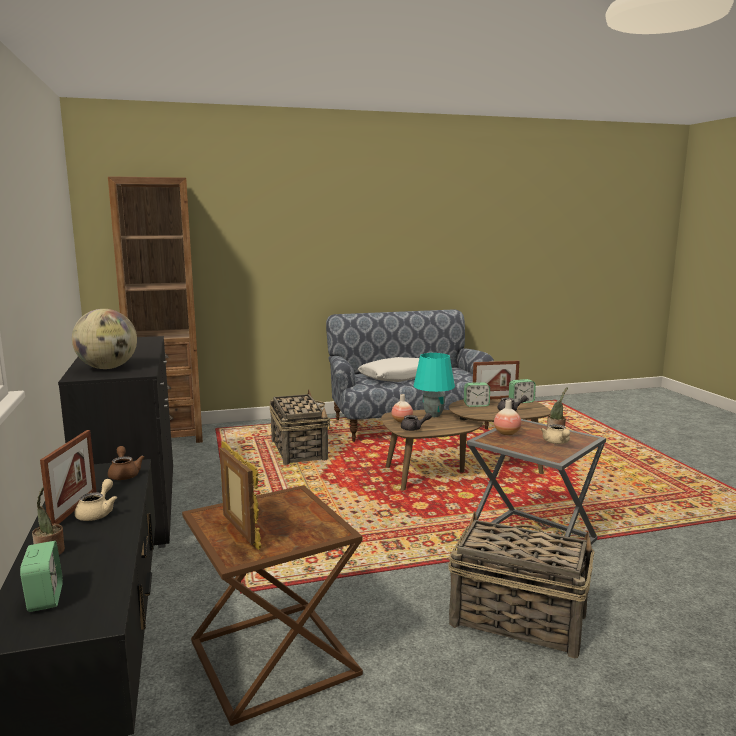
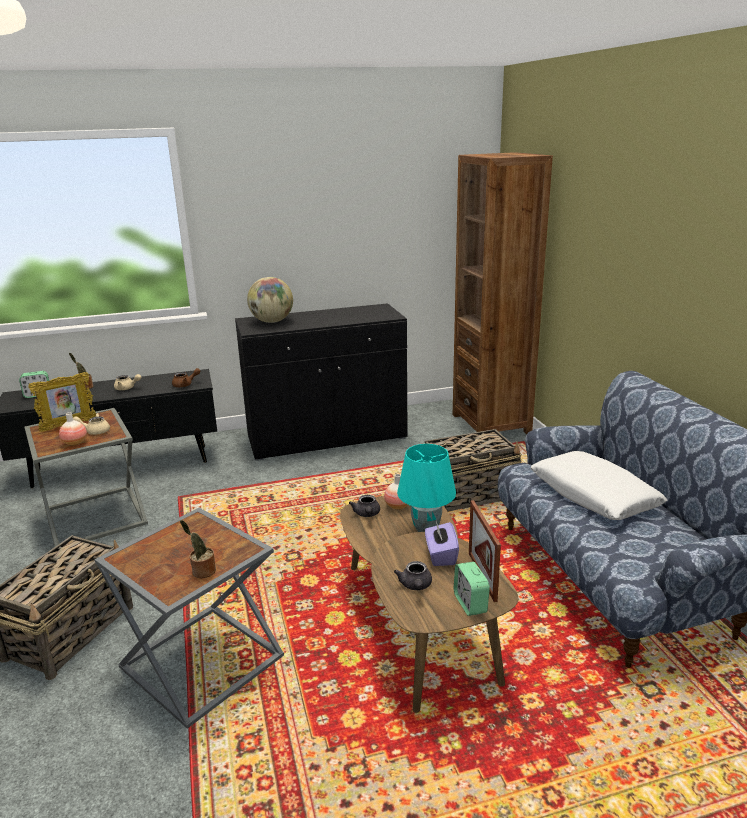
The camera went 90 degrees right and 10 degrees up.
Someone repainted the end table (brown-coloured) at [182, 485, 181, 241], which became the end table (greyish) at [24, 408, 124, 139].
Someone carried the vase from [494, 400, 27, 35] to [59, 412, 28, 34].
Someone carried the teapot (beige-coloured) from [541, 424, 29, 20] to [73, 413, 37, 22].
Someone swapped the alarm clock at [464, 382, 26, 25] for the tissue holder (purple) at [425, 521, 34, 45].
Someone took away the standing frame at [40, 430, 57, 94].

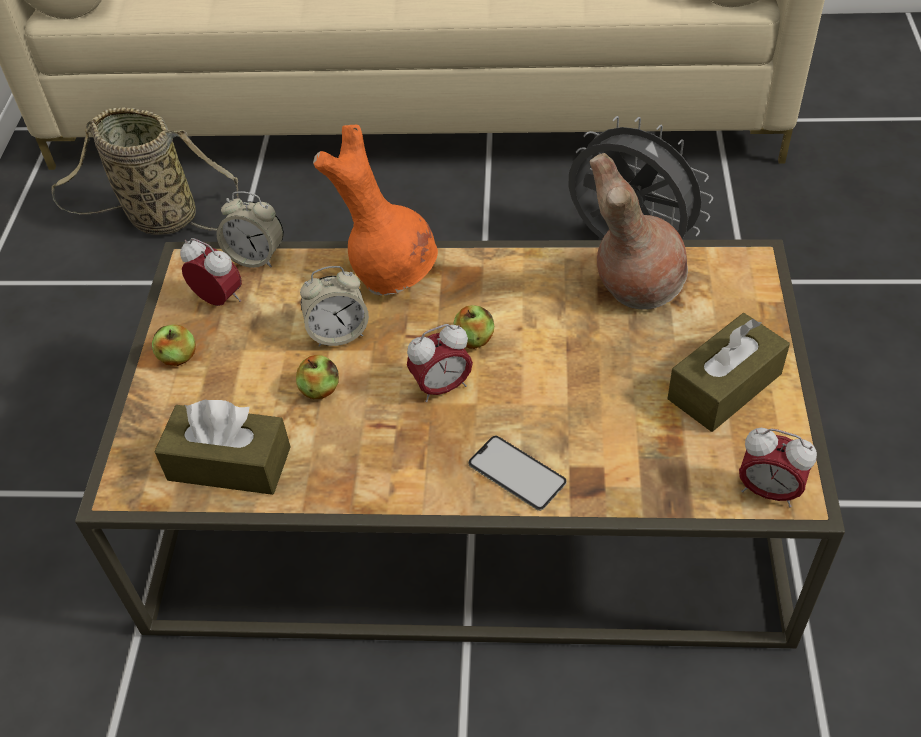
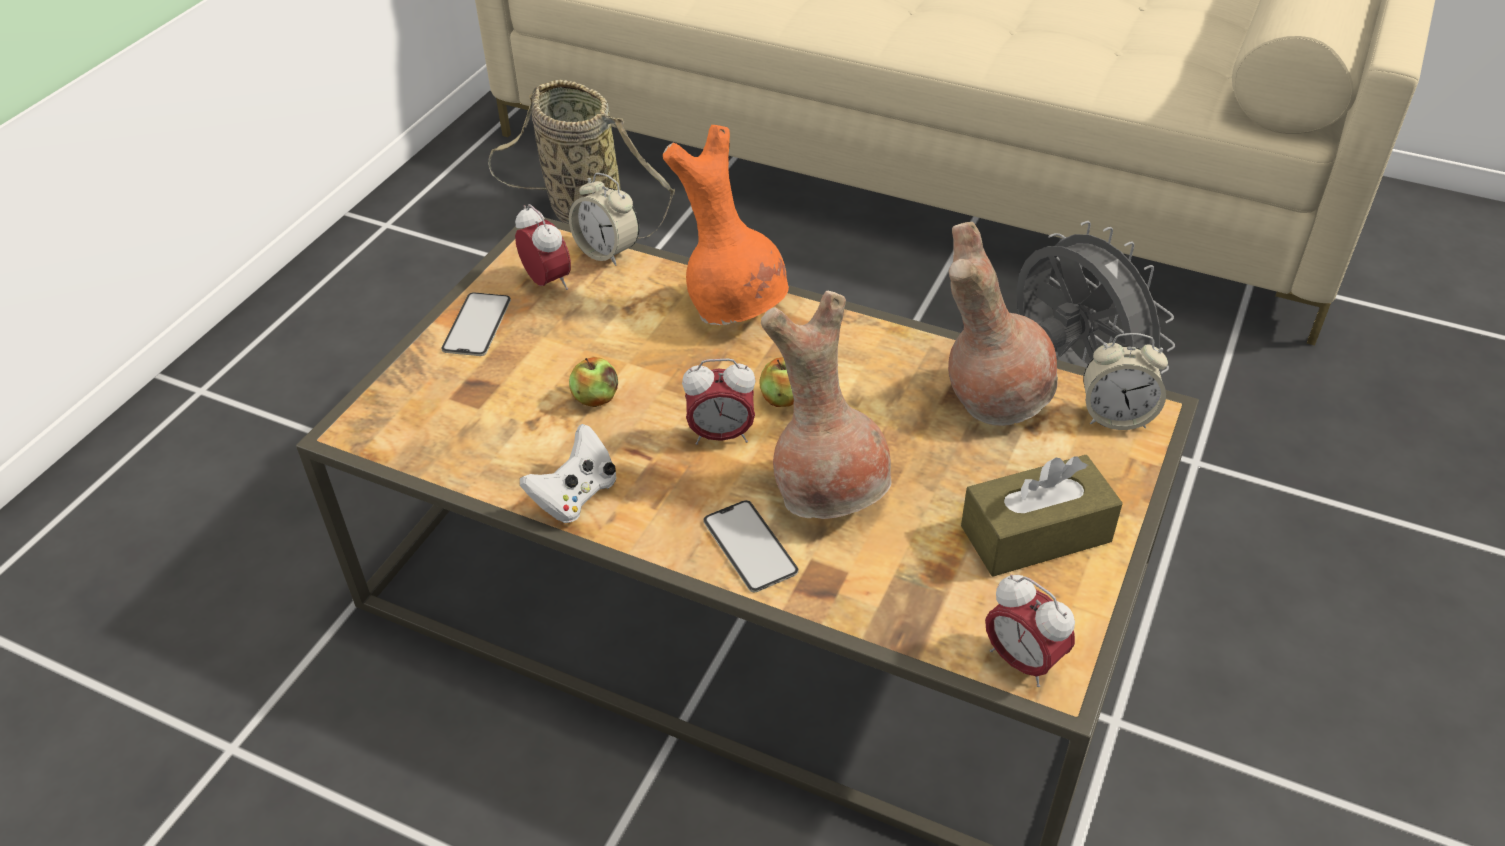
The camera went 20 degrees right and 5 degrees down.
Someone swapped the apple fruit at [152, 325, 44, 41] for the telephone at [441, 292, 70, 64].
Someone put down the gamepad (white) at [520, 424, 96, 99].
Someone put down the vase (brown-coloured) at [761, 291, 131, 228].
Someone carried the alarm clock from [300, 266, 69, 81] to [1083, 333, 85, 97].
Someone took away the tissue holder (brown-coloured) at [154, 400, 137, 95].

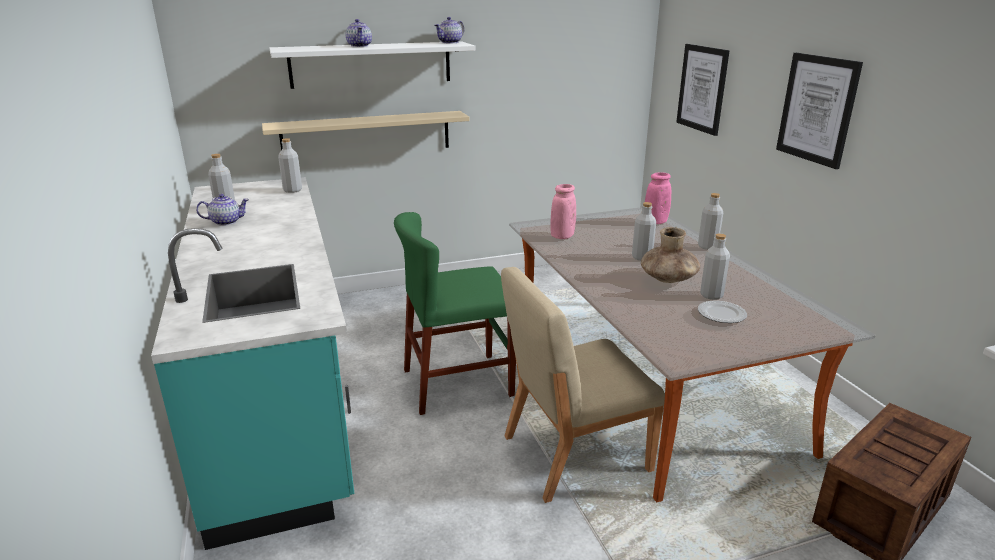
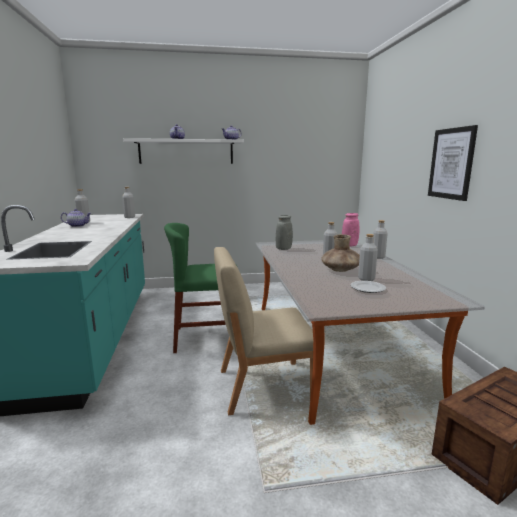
The camera went 10 degrees right and 10 degrees down.
Someone repainted the vase (pink) at [550, 184, 26, 55], which became the vase (greyish) at [276, 215, 17, 35].
Someone took away the wall shelf (beige-coloured) at [262, 111, 207, 39].
Someone took away the wall picture at [676, 44, 53, 92].

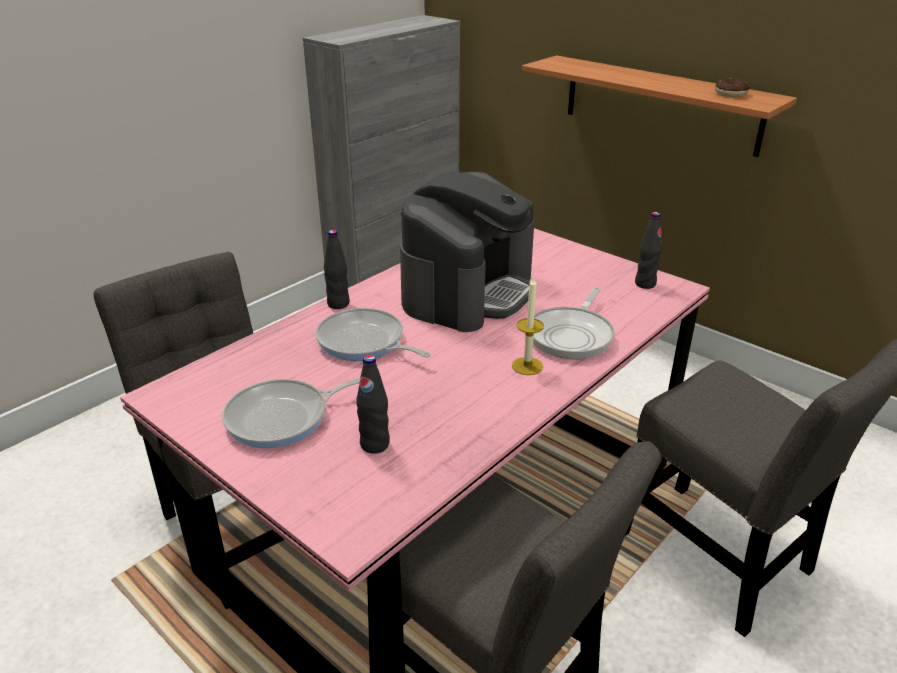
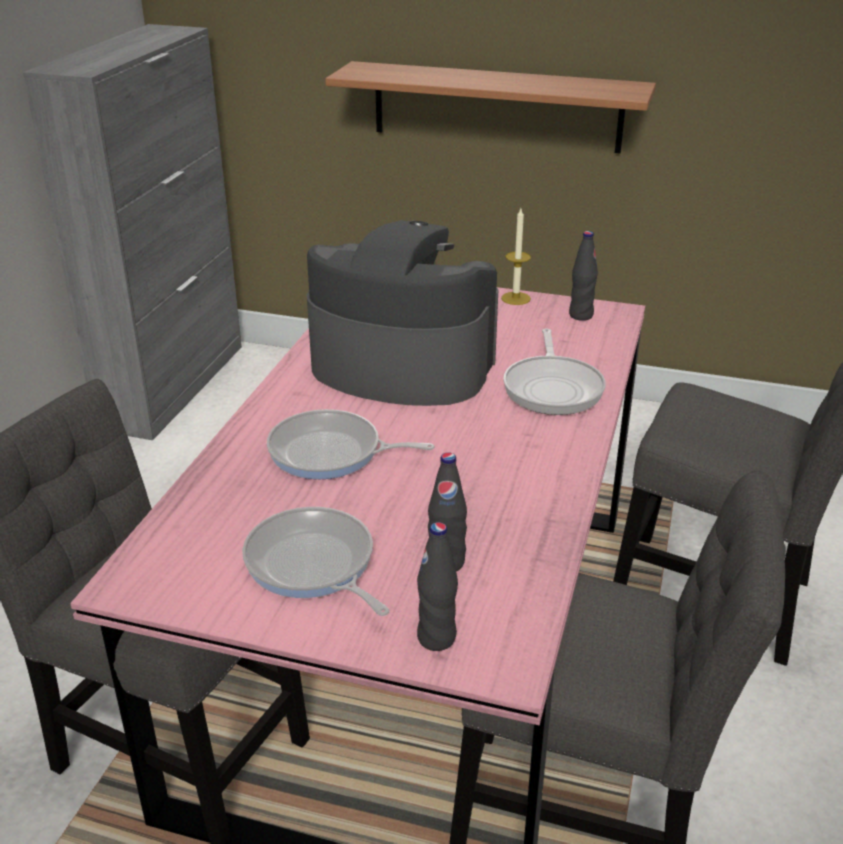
The camera went 25 degrees left and 0 degrees up.
Someone rotated the frying pan at [222, 377, 139, 71] by 105 degrees clockwise.
Someone rotated the coffee brewer at [400, 171, 134, 161] by 75 degrees counterclockwise.
Someone carried the drink bottle (black) from [324, 230, 25, 79] to [417, 522, 41, 129].
Someone carried the wax candle from [512, 276, 32, 99] to [501, 209, 30, 96].
Someone took away the ring doughnut at [715, 79, 35, 18].

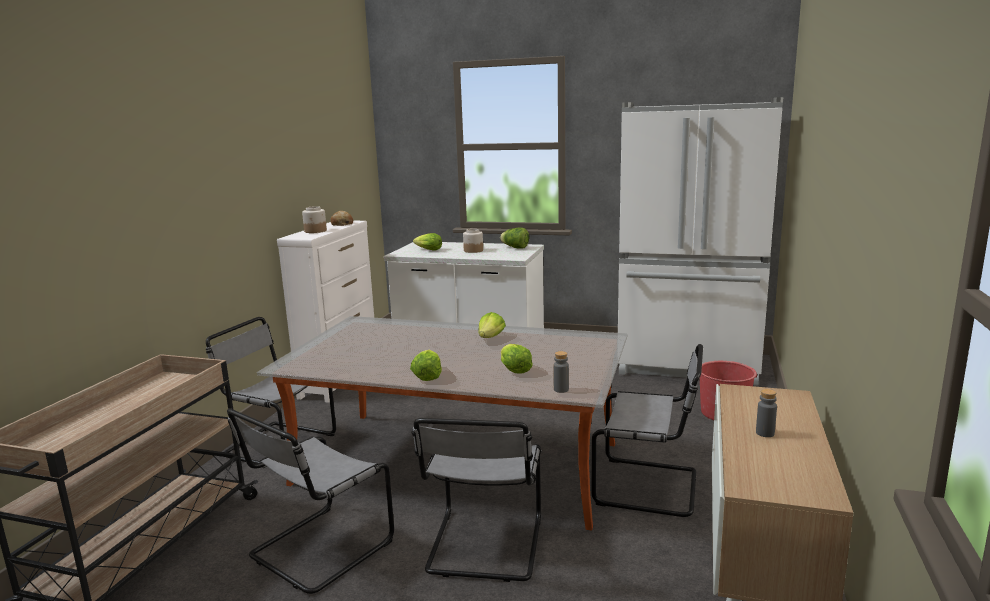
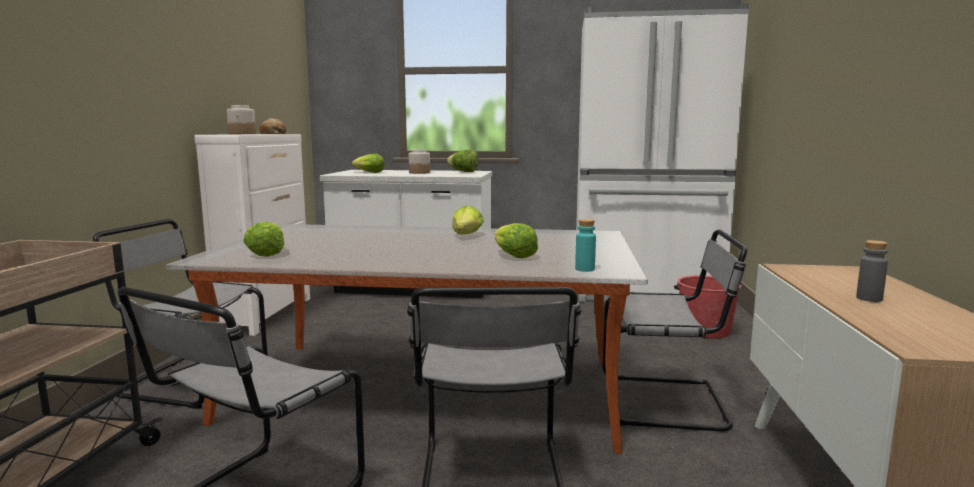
The camera went 10 degrees left and 5 degrees down.
Someone carried the lettuce head from [410, 350, 32, 31] to [243, 222, 42, 35].
Someone repainted the drink bottle (greyish) at [553, 351, 16, 42], which became the drink bottle (turquoise) at [575, 219, 21, 52].

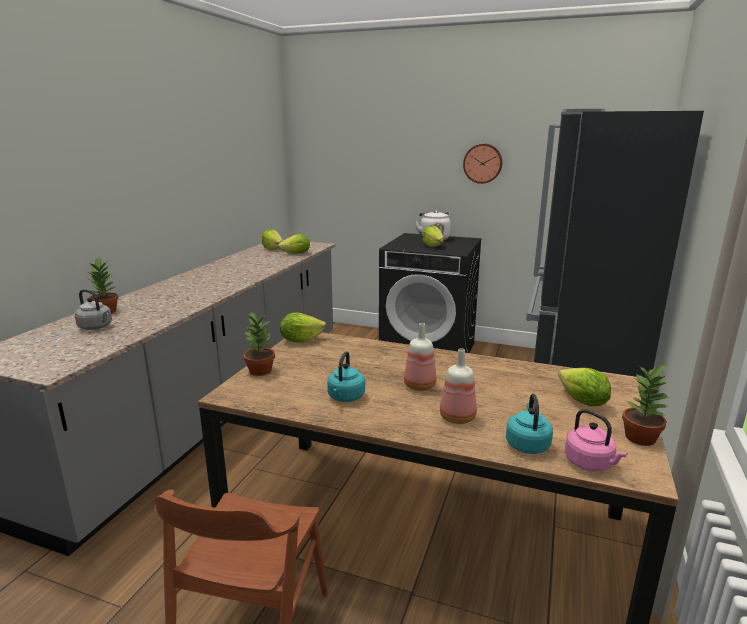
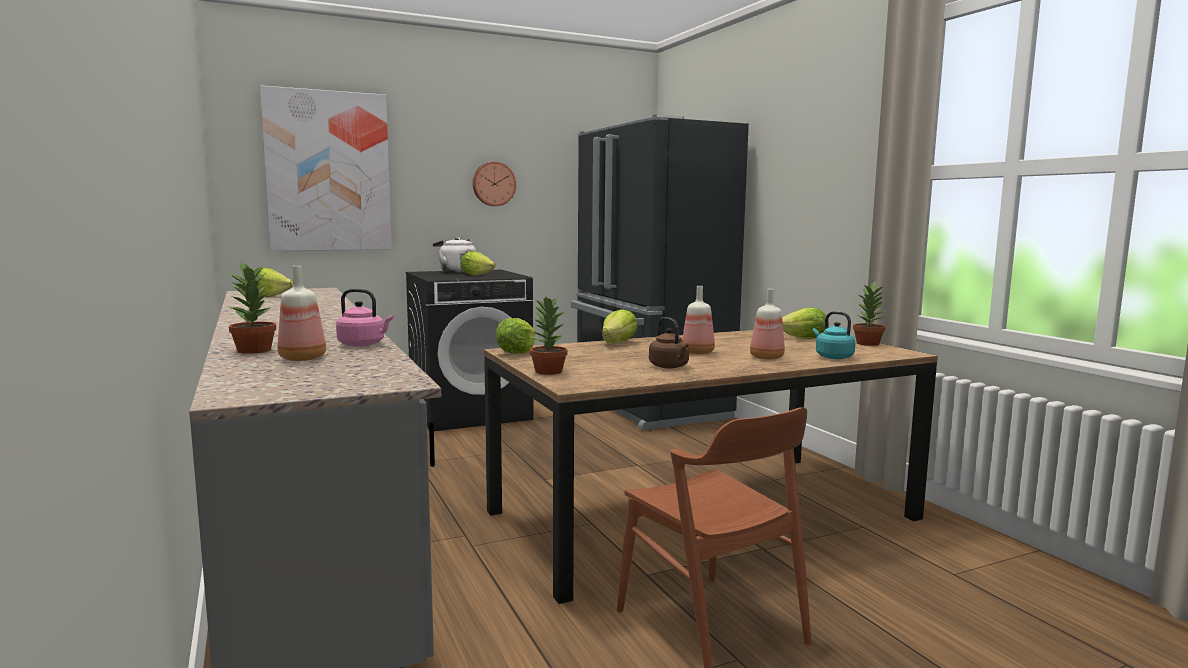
The camera went 45 degrees left and 10 degrees down.
Someone put up the wall picture at [260, 85, 132, 166].
Someone swapped the kettle (greyish) at [75, 289, 37, 41] for the drink bottle at [278, 266, 48, 95].
Someone carried the kettle (pink) from [565, 409, 63, 62] to [336, 289, 57, 58].
Someone carried the lettuce head from [278, 234, 32, 20] to [602, 309, 36, 34].
Someone repainted the kettle (turquoise) at [327, 351, 38, 51], which became the kettle (brown-coloured) at [649, 317, 40, 52].

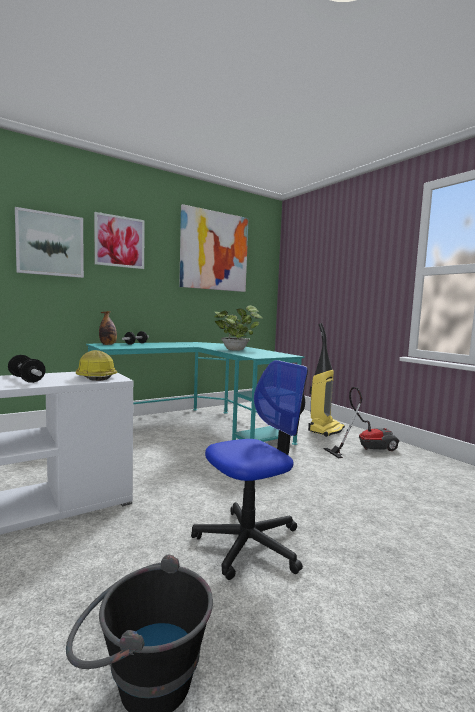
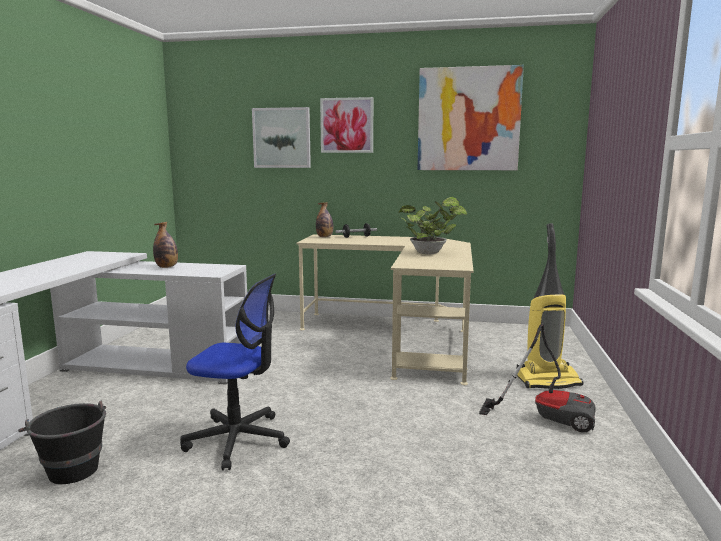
The camera went 45 degrees right and 5 degrees up.
Someone swapped the free weight at [8, 355, 37, 28] for the drink bottle at [153, 222, 25, 46].
Someone repainted the desk unit (turquoise) at [86, 342, 218, 103], which became the desk unit (beige-coloured) at [296, 234, 177, 151].
Someone took away the hard hat at [76, 350, 41, 31].

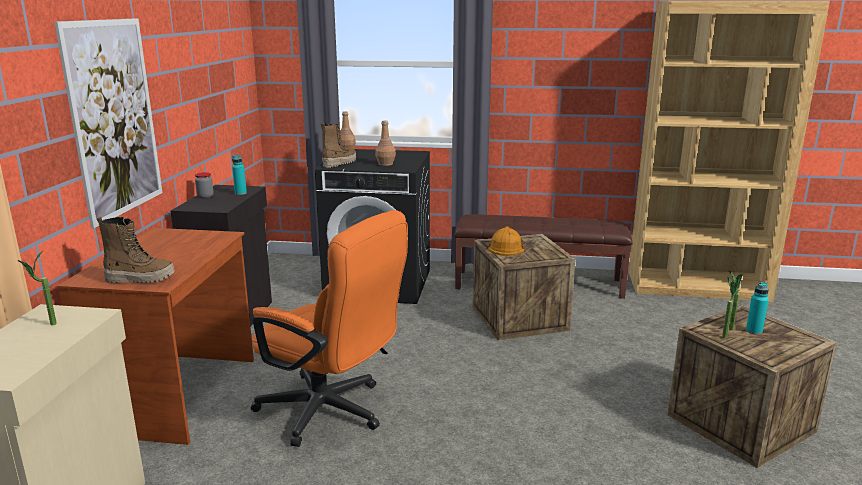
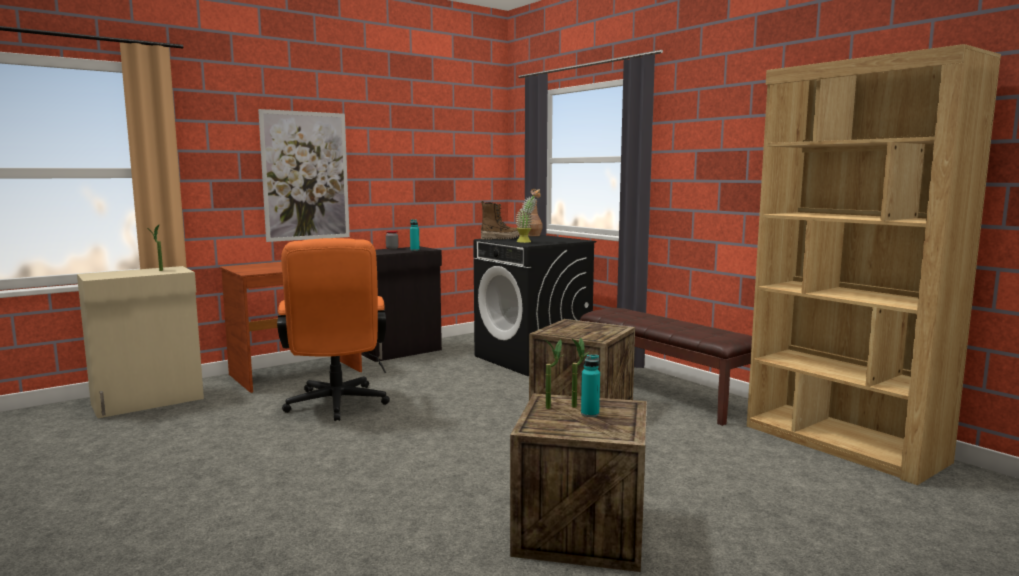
The camera went 45 degrees right and 10 degrees down.
Someone swapped the drink bottle (brown-coloured) at [375, 120, 21, 46] for the potted plant at [516, 189, 25, 54].
Someone took away the high-top boot at [97, 216, 78, 67].
Someone took away the hard hat (orange) at [488, 227, 36, 29].

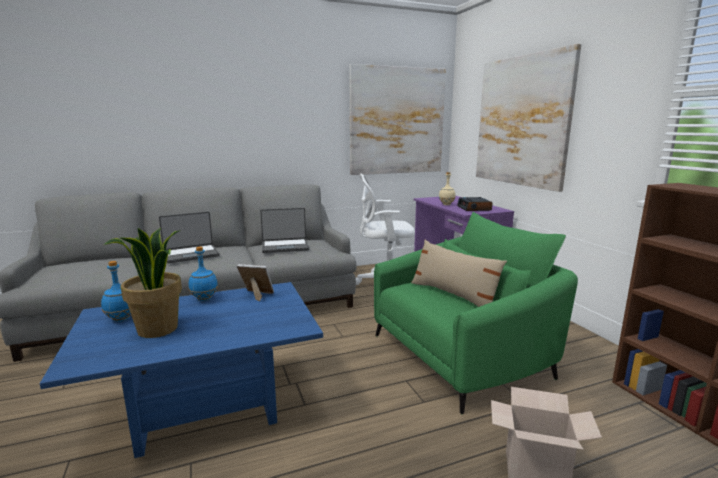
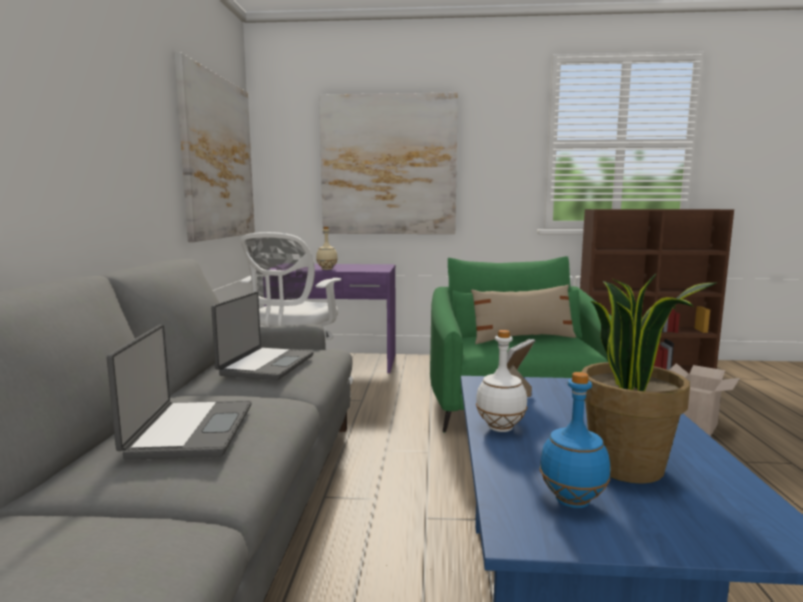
The camera went 65 degrees left and 5 degrees down.
Someone repainted the drink bottle (blue-coloured) at [189, 246, 29, 55], which became the drink bottle (white) at [476, 330, 52, 102].
Someone took away the alarm clock at [457, 197, 35, 14].

